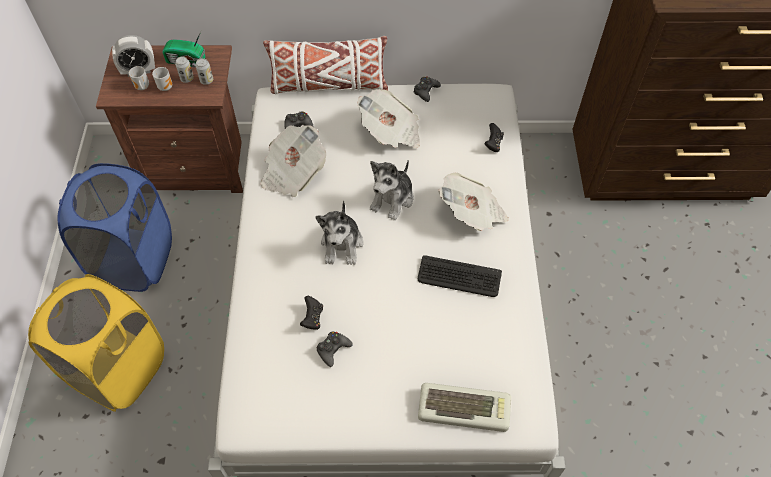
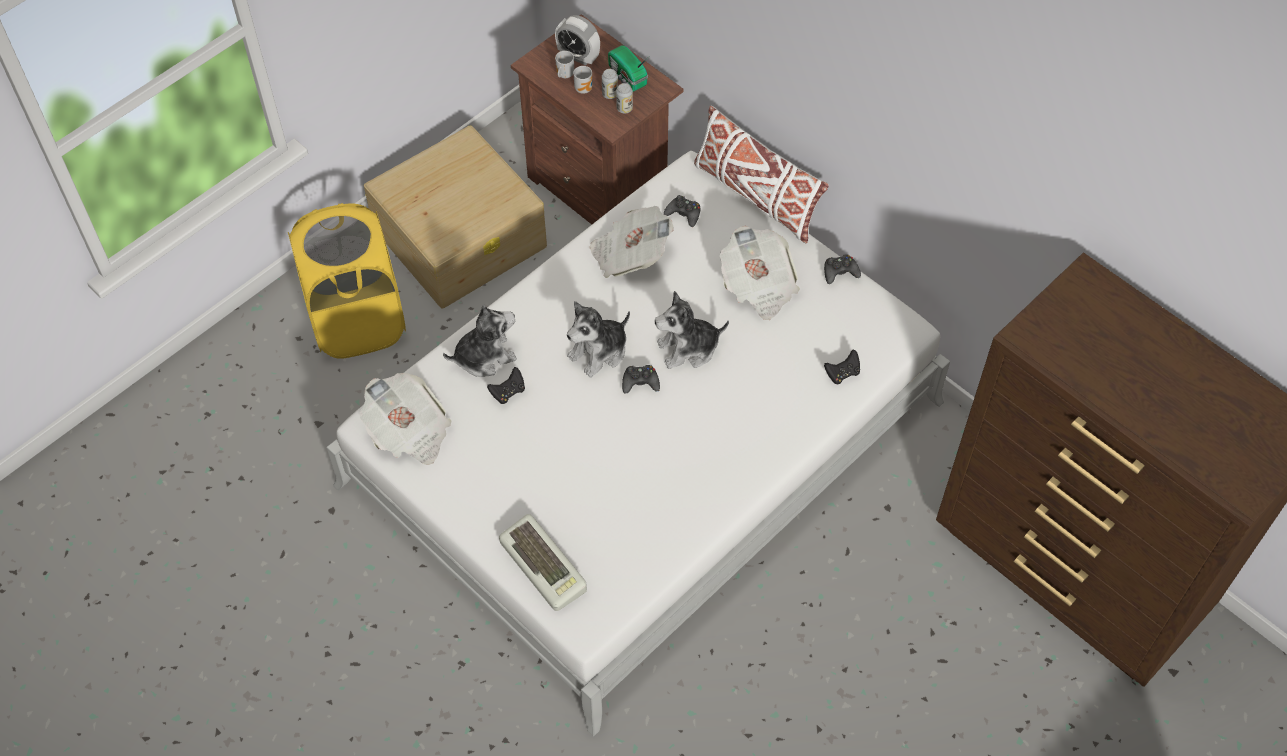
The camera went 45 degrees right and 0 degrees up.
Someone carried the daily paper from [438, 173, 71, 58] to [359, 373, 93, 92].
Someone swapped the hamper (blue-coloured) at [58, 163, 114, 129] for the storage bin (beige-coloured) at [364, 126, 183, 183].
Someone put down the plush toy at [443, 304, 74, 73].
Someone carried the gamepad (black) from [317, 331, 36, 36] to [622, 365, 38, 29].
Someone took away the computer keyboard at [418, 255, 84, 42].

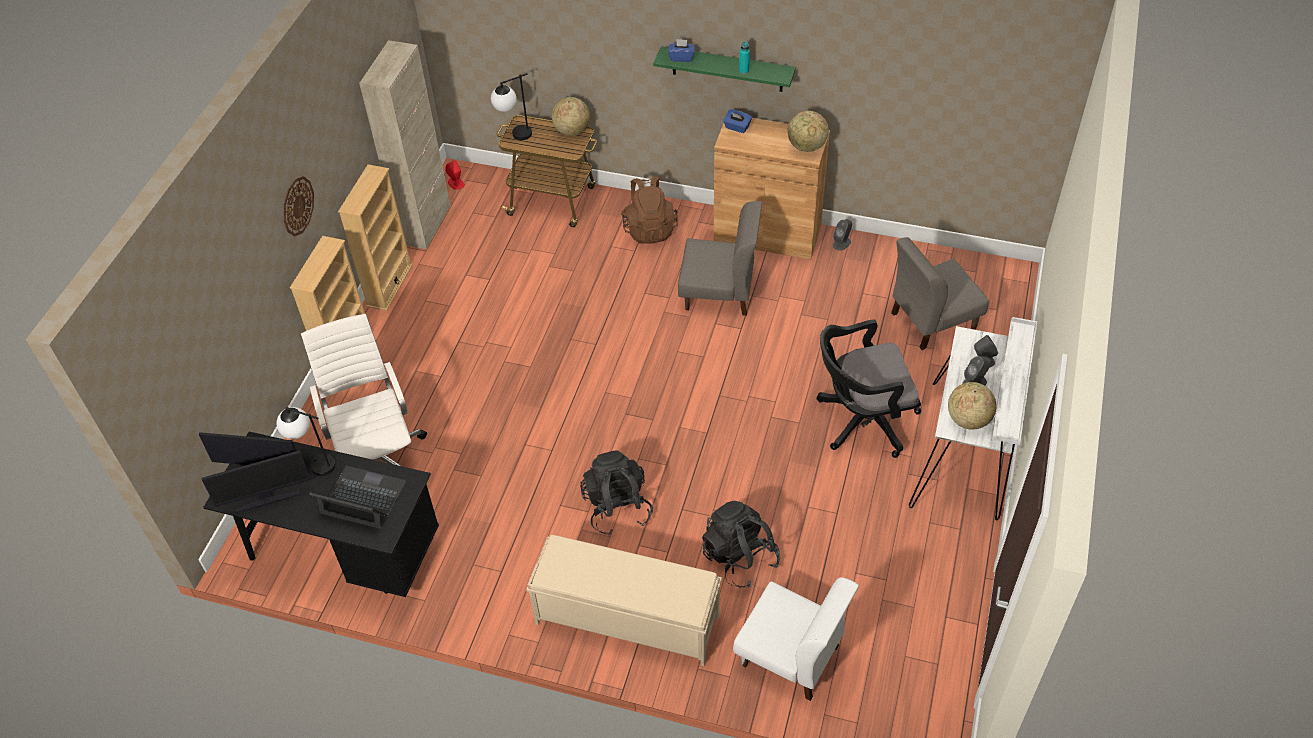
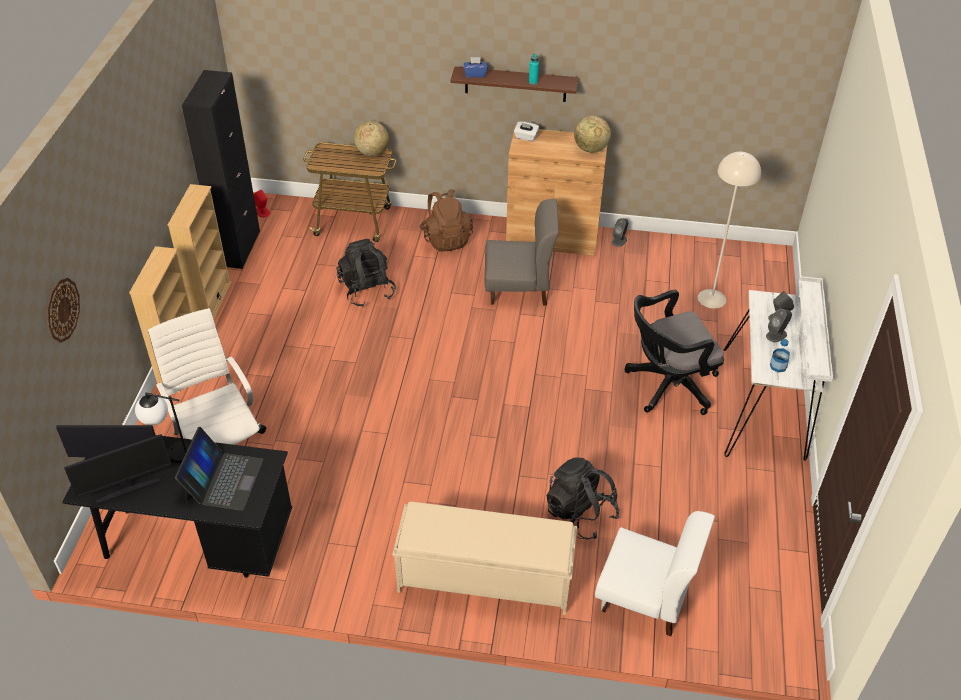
The camera went 10 degrees left and 5 degrees down.
Someone carried the clock on the wall from [283, 176, 31, 61] to [47, 278, 33, 65].
Someone rotated the laptop at [309, 466, 97, 63] by 90 degrees clockwise.
Someone repainted the storage cabinet (beige-coloured) at [359, 40, 92, 209], which became the storage cabinet (black) at [182, 70, 78, 199].
Someone carried the knapsack (black) from [580, 450, 73, 85] to [336, 239, 60, 68].
Someone repainted the wall shelf (greenish) at [653, 46, 143, 46], which became the wall shelf (brown-coloured) at [450, 67, 128, 35].
Someone repainted the tissue holder (blue-coloured) at [723, 110, 29, 23], which became the tissue holder (white) at [514, 121, 25, 20].
Someone swapped the chair (greyish) at [891, 237, 98, 113] for the standard lamp (beige-coloured) at [698, 152, 63, 156].
Someone swapped the desk globe at [948, 382, 49, 47] for the drink bottle at [770, 339, 20, 33].
Someone took away the table lamp at [491, 73, 41, 67].

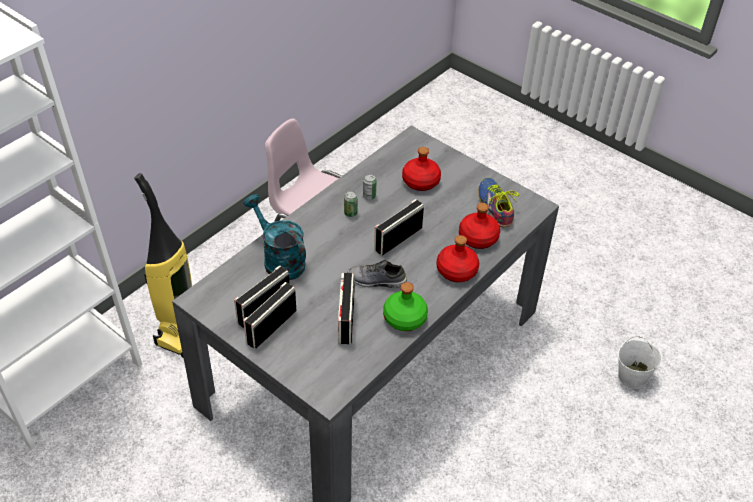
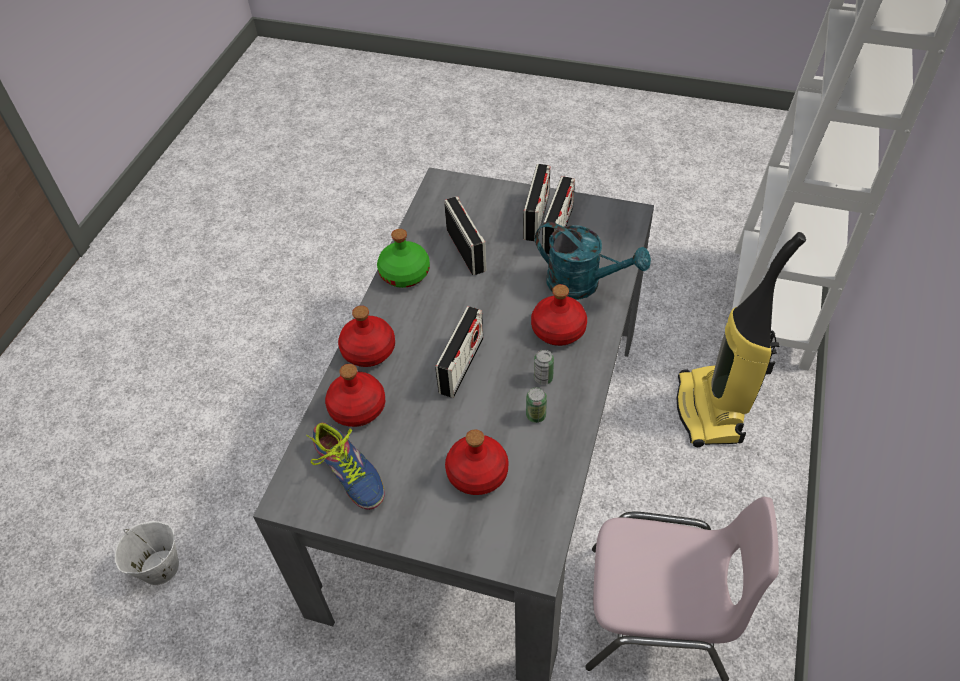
The camera went 160 degrees right and 5 degrees up.
Someone put down the drink bottle (red-coloured) at [531, 284, 56, 62].
Someone took away the shoe (greyish) at [348, 260, 59, 28].

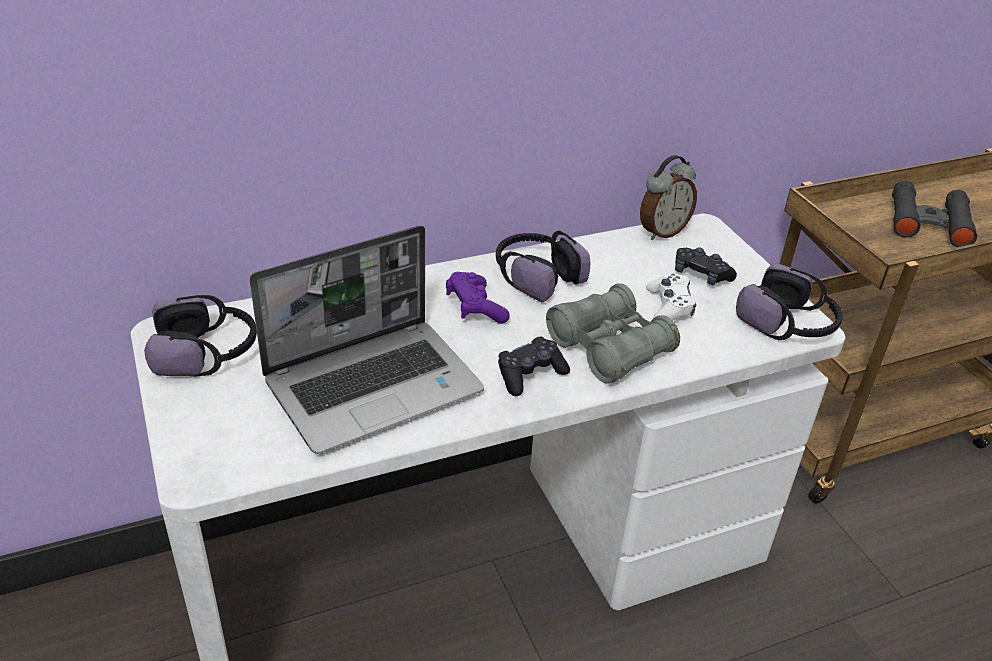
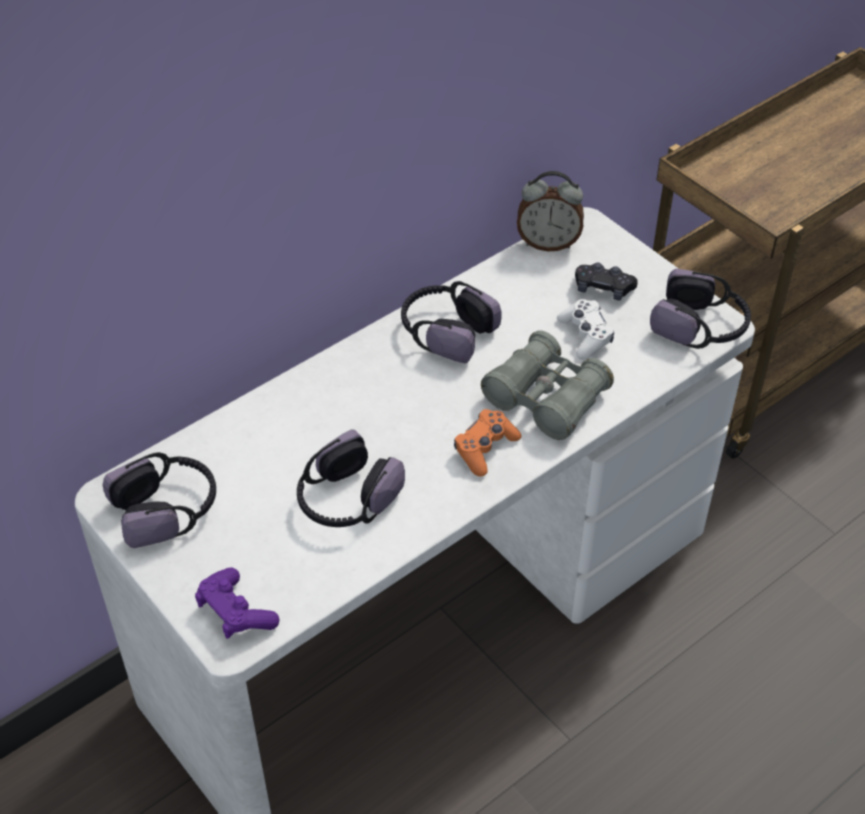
The camera went 15 degrees left and 10 degrees up.
Someone carried the gamepad (purple) from [446, 272, 63, 52] to [195, 567, 84, 72].
Someone swapped the laptop at [249, 225, 235, 229] for the headphones at [297, 429, 108, 98].
Someone repainted the gamepad (black) at [498, 337, 72, 59], which became the gamepad (orange) at [454, 409, 67, 68].
Someone rotated the alarm clock at [640, 155, 57, 85] by 60 degrees clockwise.
Someone took away the binoculars (black) at [892, 181, 85, 66].

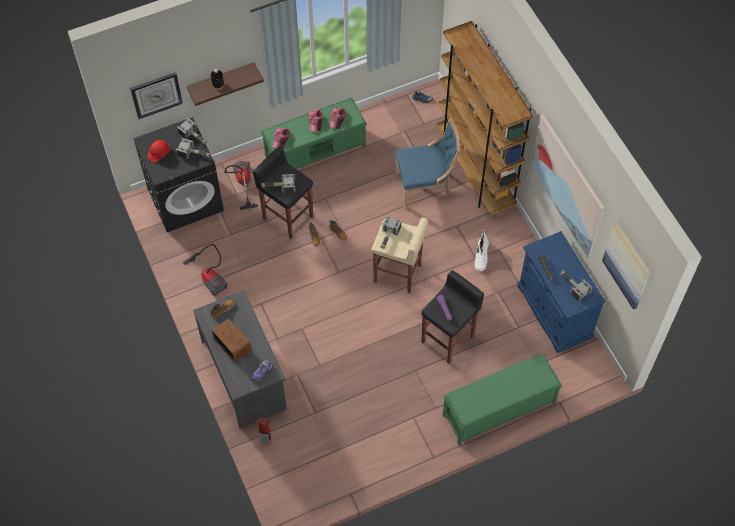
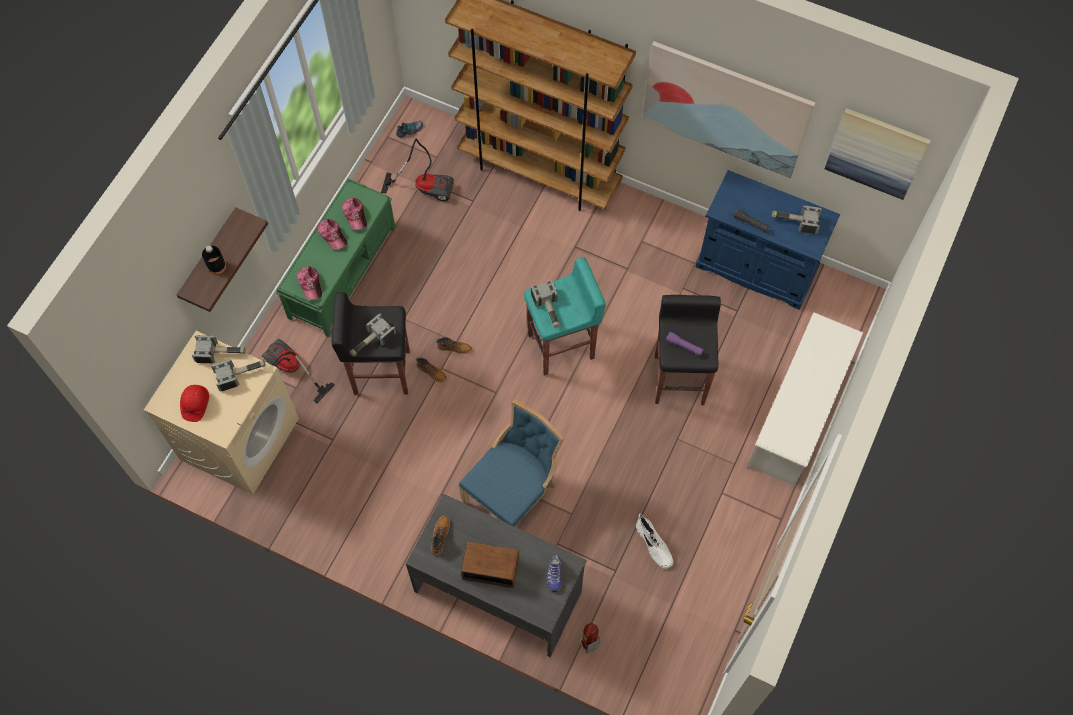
The camera went 40 degrees left and 5 degrees up.
Someone repainted the laundry appliance (black) at [133, 117, 91, 115], which became the laundry appliance (beige-coloured) at [144, 331, 155, 164].
Someone carried the vacuum from [183, 244, 45, 52] to [381, 139, 73, 62].
Someone carried the chair (blue-coloured) from [395, 118, 65, 92] to [459, 400, 105, 127].
Someone repainted the stool (beige-coloured) at [371, 217, 57, 76], which became the stool (turquoise) at [524, 257, 82, 118].
Someone carried the high-top boot (white) from [475, 230, 14, 41] to [636, 514, 38, 55].
Someone swapped the indoor bench (greenish) at [443, 354, 119, 92] for the shoe rack (white) at [746, 312, 117, 174].
Someone took away the clock on the wall at [130, 72, 53, 47].

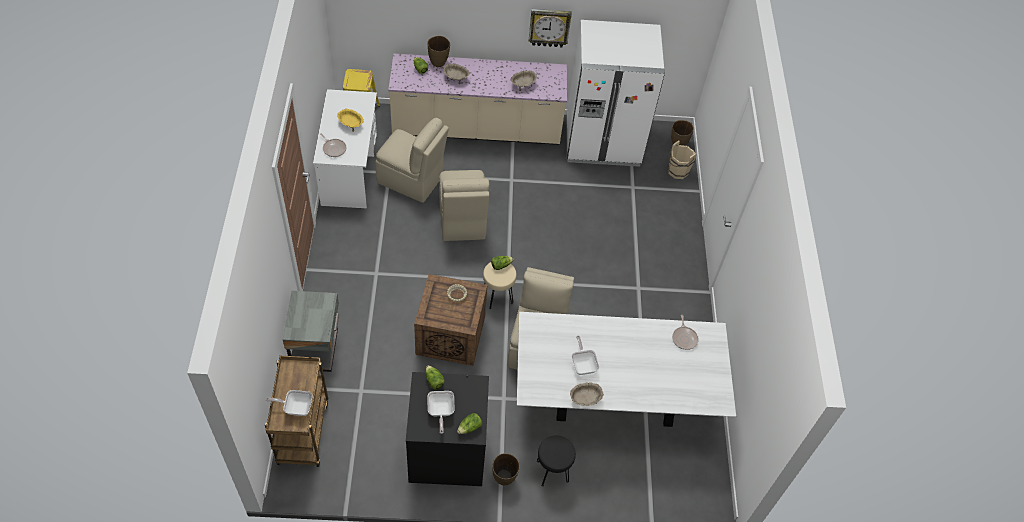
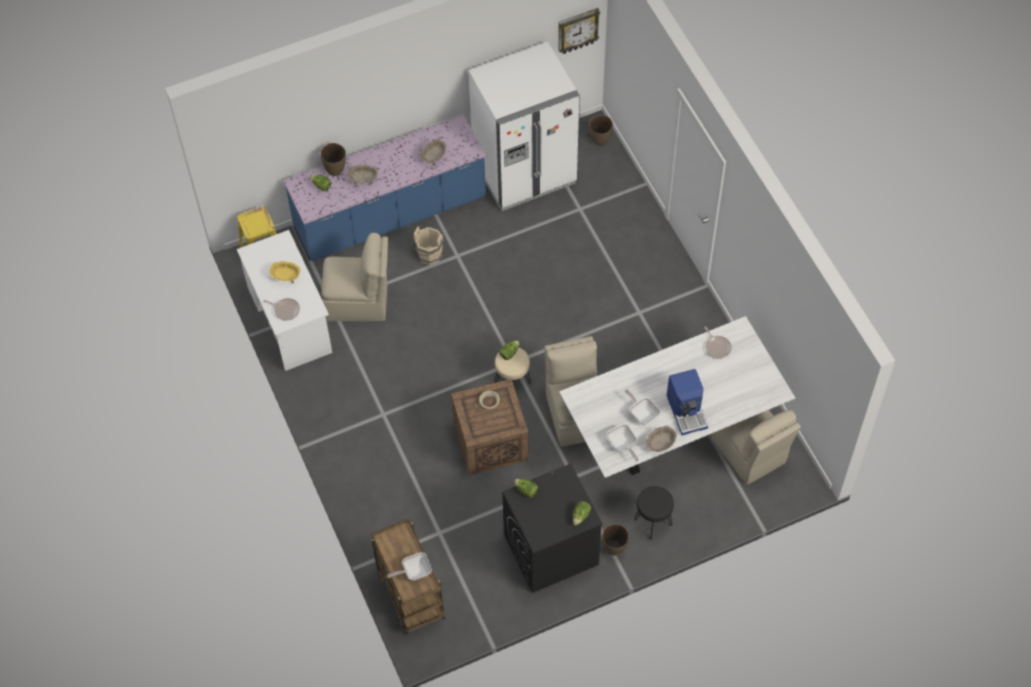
The camera went 20 degrees left and 5 degrees up.
Someone repainted the kitchen counter (beige-coloured) at [388, 54, 179, 91], which became the kitchen counter (blue-coloured) at [283, 114, 203, 147].
Someone carried the pail (beige-coloured) from [668, 141, 29, 38] to [413, 227, 30, 38].
Someone carried the clock on the wall from [529, 9, 43, 38] to [558, 8, 42, 46].
Someone carried the frying pan from [428, 391, 27, 43] to [607, 424, 32, 38].
Someone put down the coffee brewer at [667, 369, 41, 66].
Someone carried the chair (beige-coloured) from [439, 170, 50, 71] to [712, 410, 89, 75].
Someone took away the bedside table (greyish) at [282, 291, 57, 81].

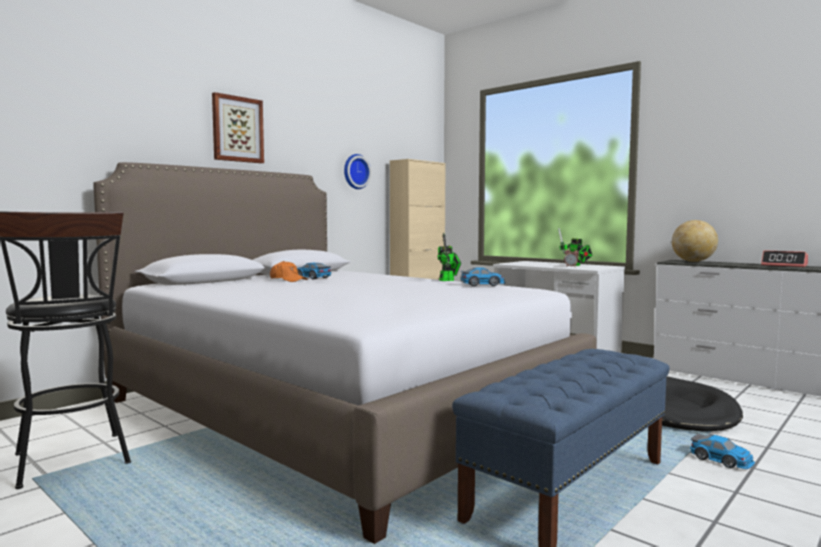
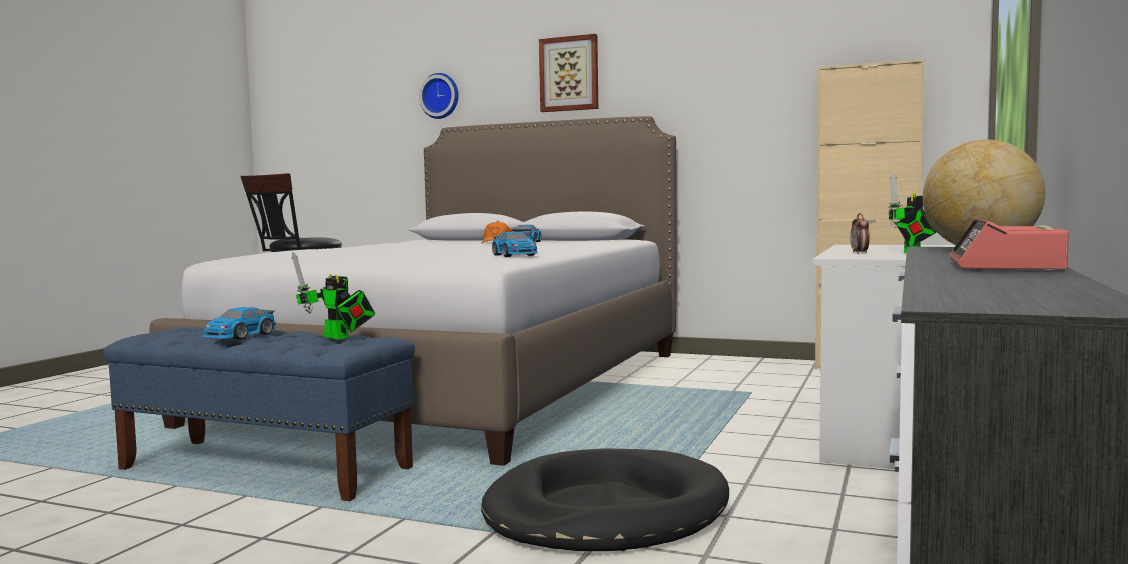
The camera went 70 degrees right and 0 degrees up.
Someone carried the toy car from [690, 434, 65, 35] to [201, 307, 75, 33].
Someone carried the toy robot from [437, 232, 24, 49] to [292, 252, 83, 87].
Someone carried the clock on the wall from [344, 154, 27, 35] to [419, 73, 40, 46].

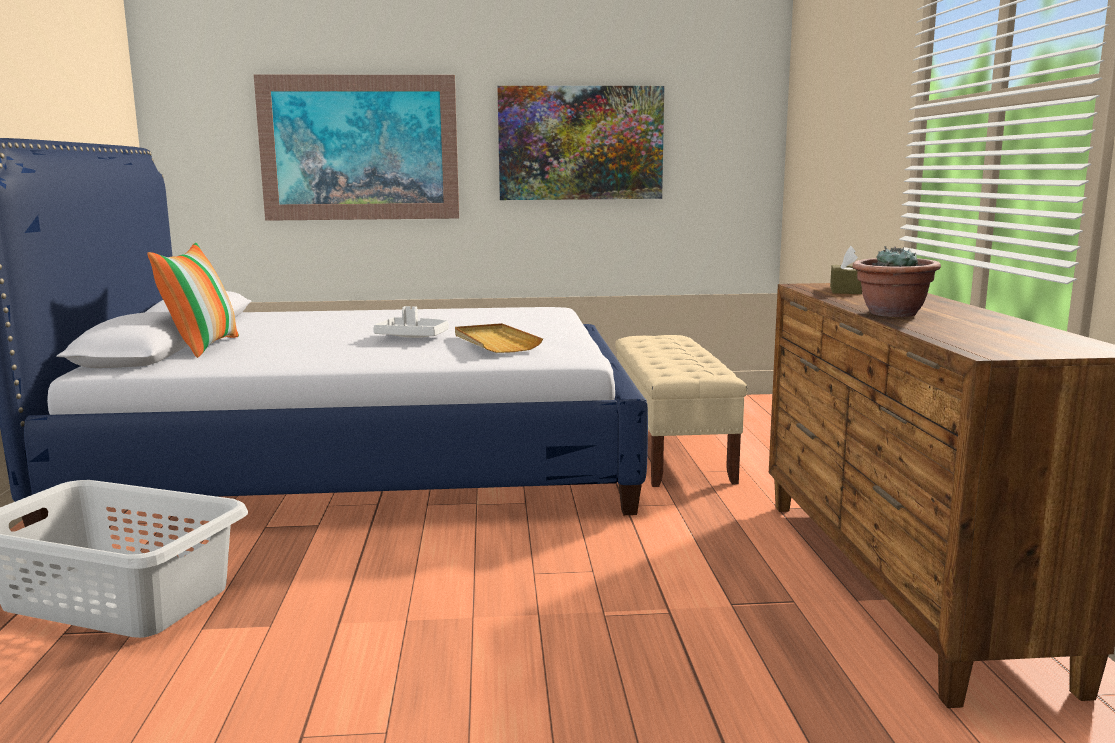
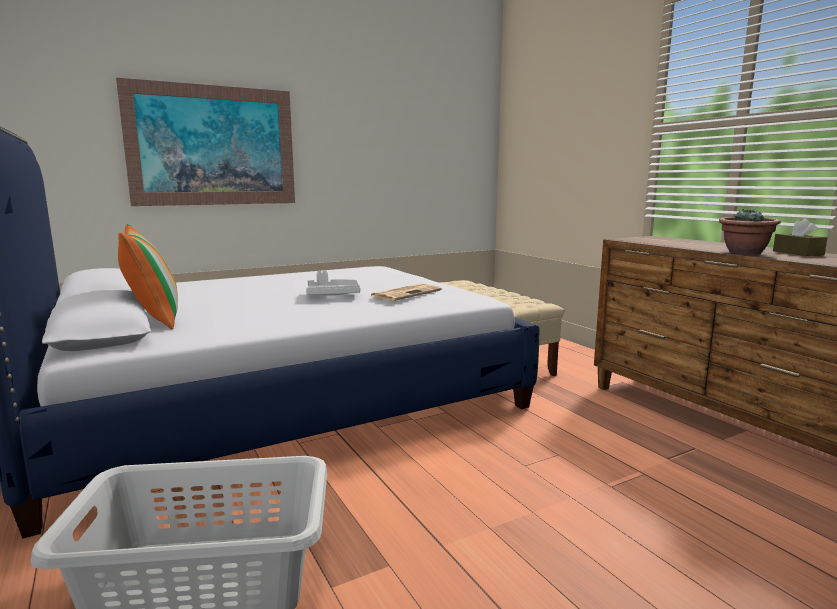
The camera went 25 degrees left and 0 degrees up.
Someone swapped the serving tray (beige-coloured) at [455, 323, 88, 30] for the daily paper at [370, 284, 72, 17].
Someone carried the tissue holder (brown-coloured) from [830, 246, 32, 48] to [773, 218, 54, 38].
Someone took away the wall picture at [497, 86, 167, 114].

